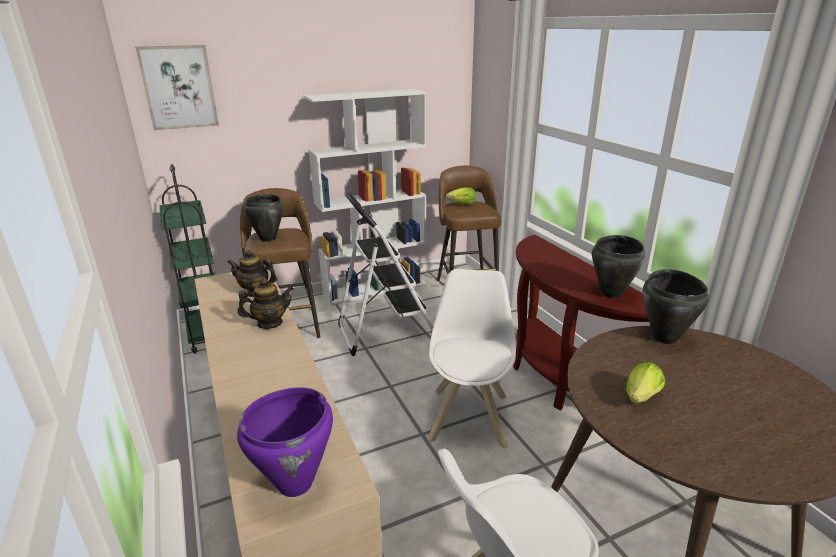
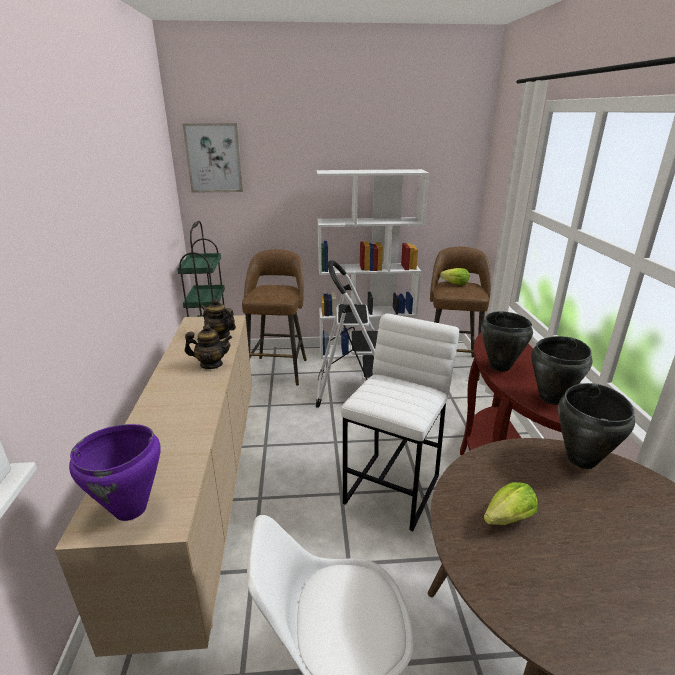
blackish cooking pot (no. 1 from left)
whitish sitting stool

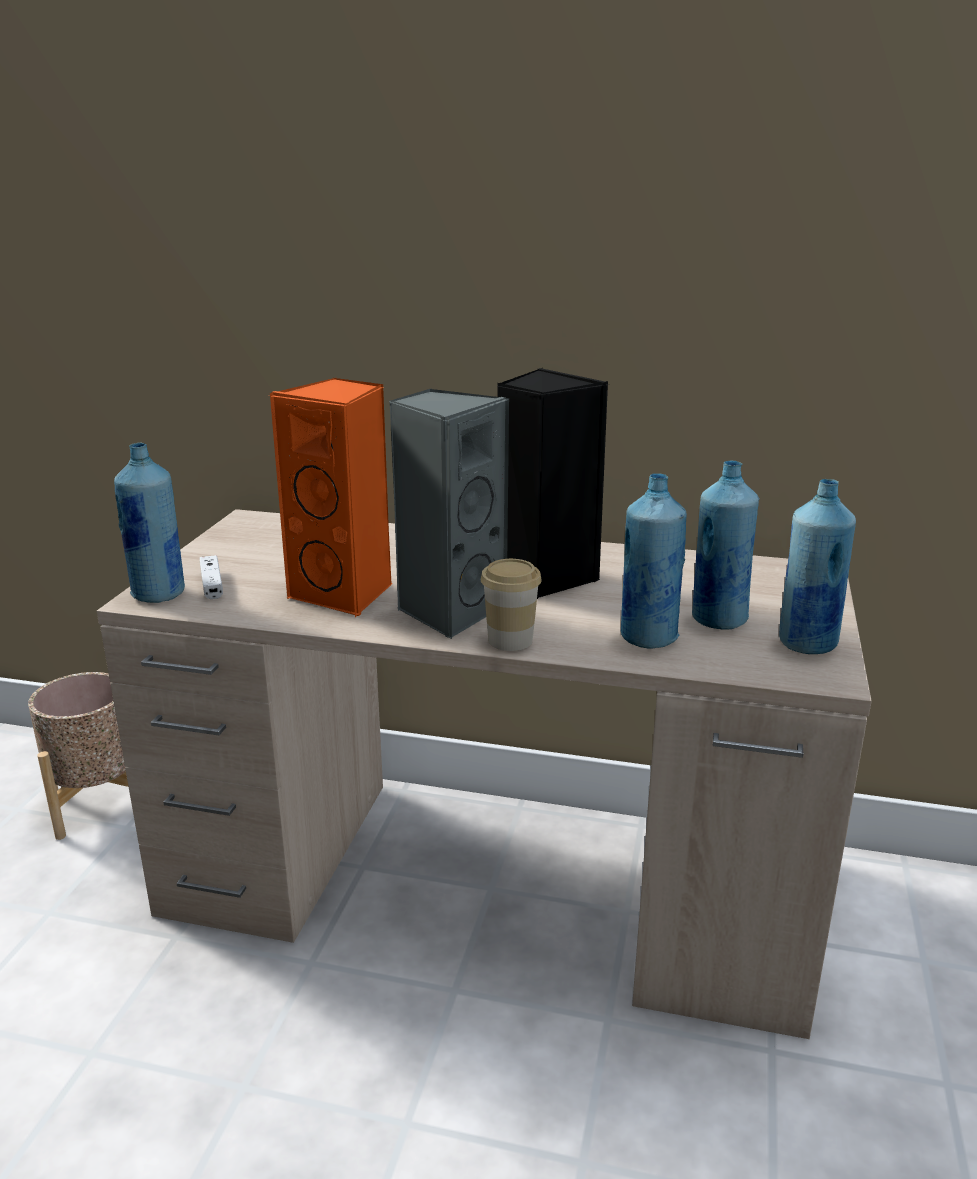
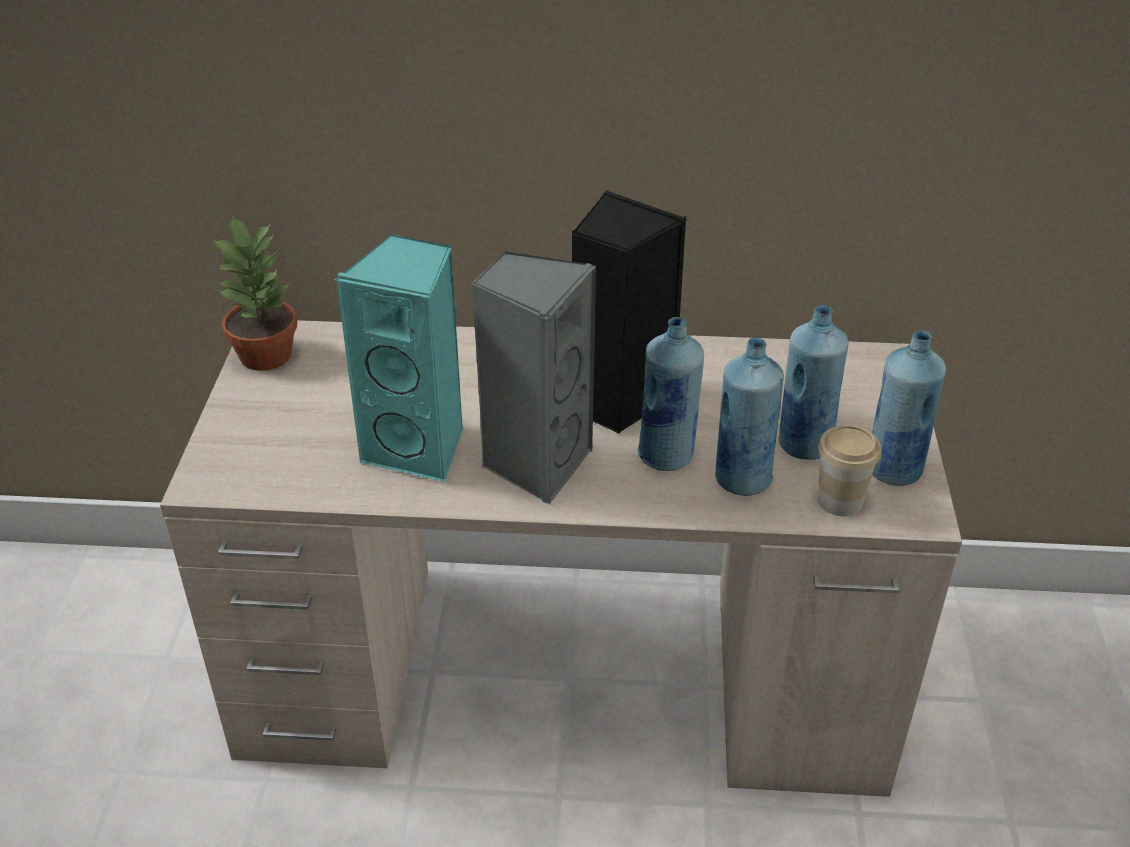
sand-coloured flower pot
whitish gamepad
plant in a pot
blue-coloured drink bottle (no. 1 from left)
small cup
blue-green loudspeaker

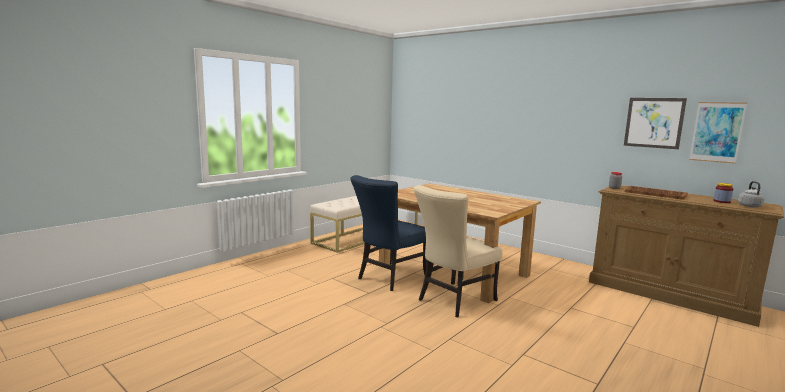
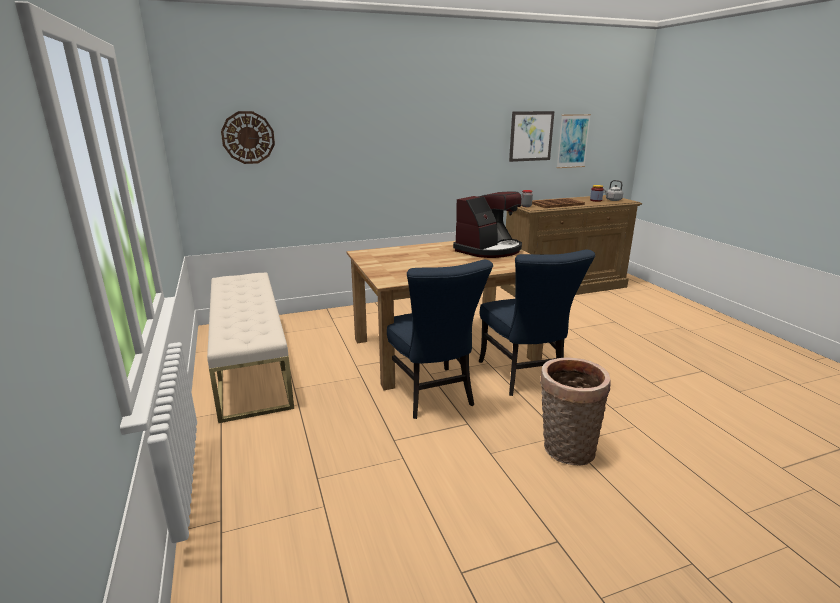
hanging clock
coffee maker
household basket
blue-coloured chair (no. 2 from left)

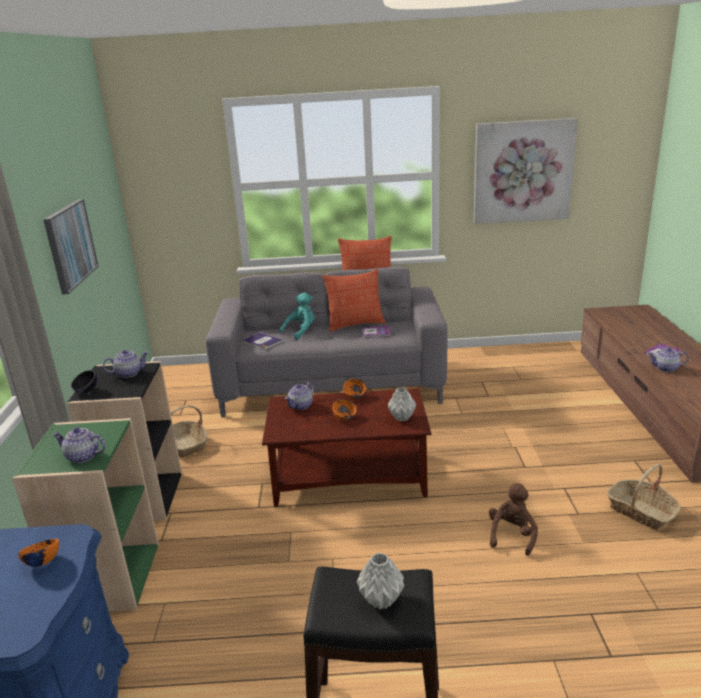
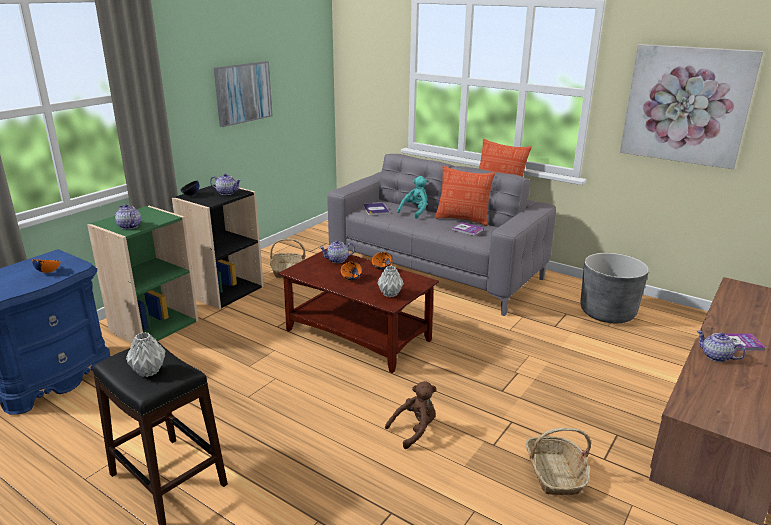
greyish flower pot
blue-green soft toy

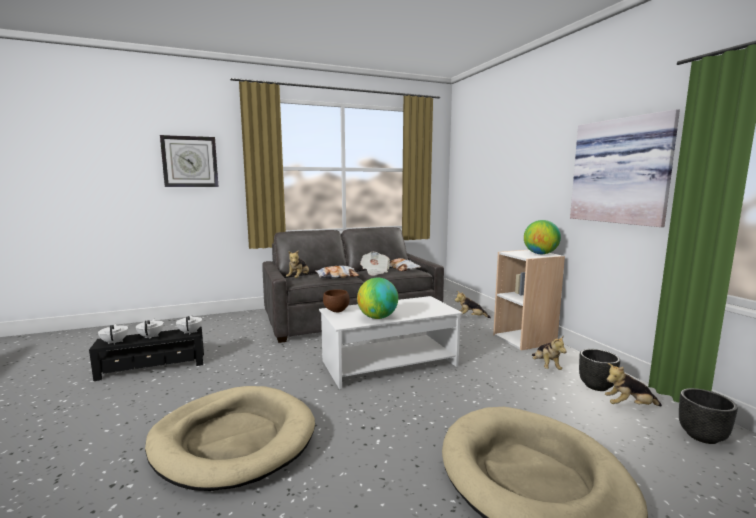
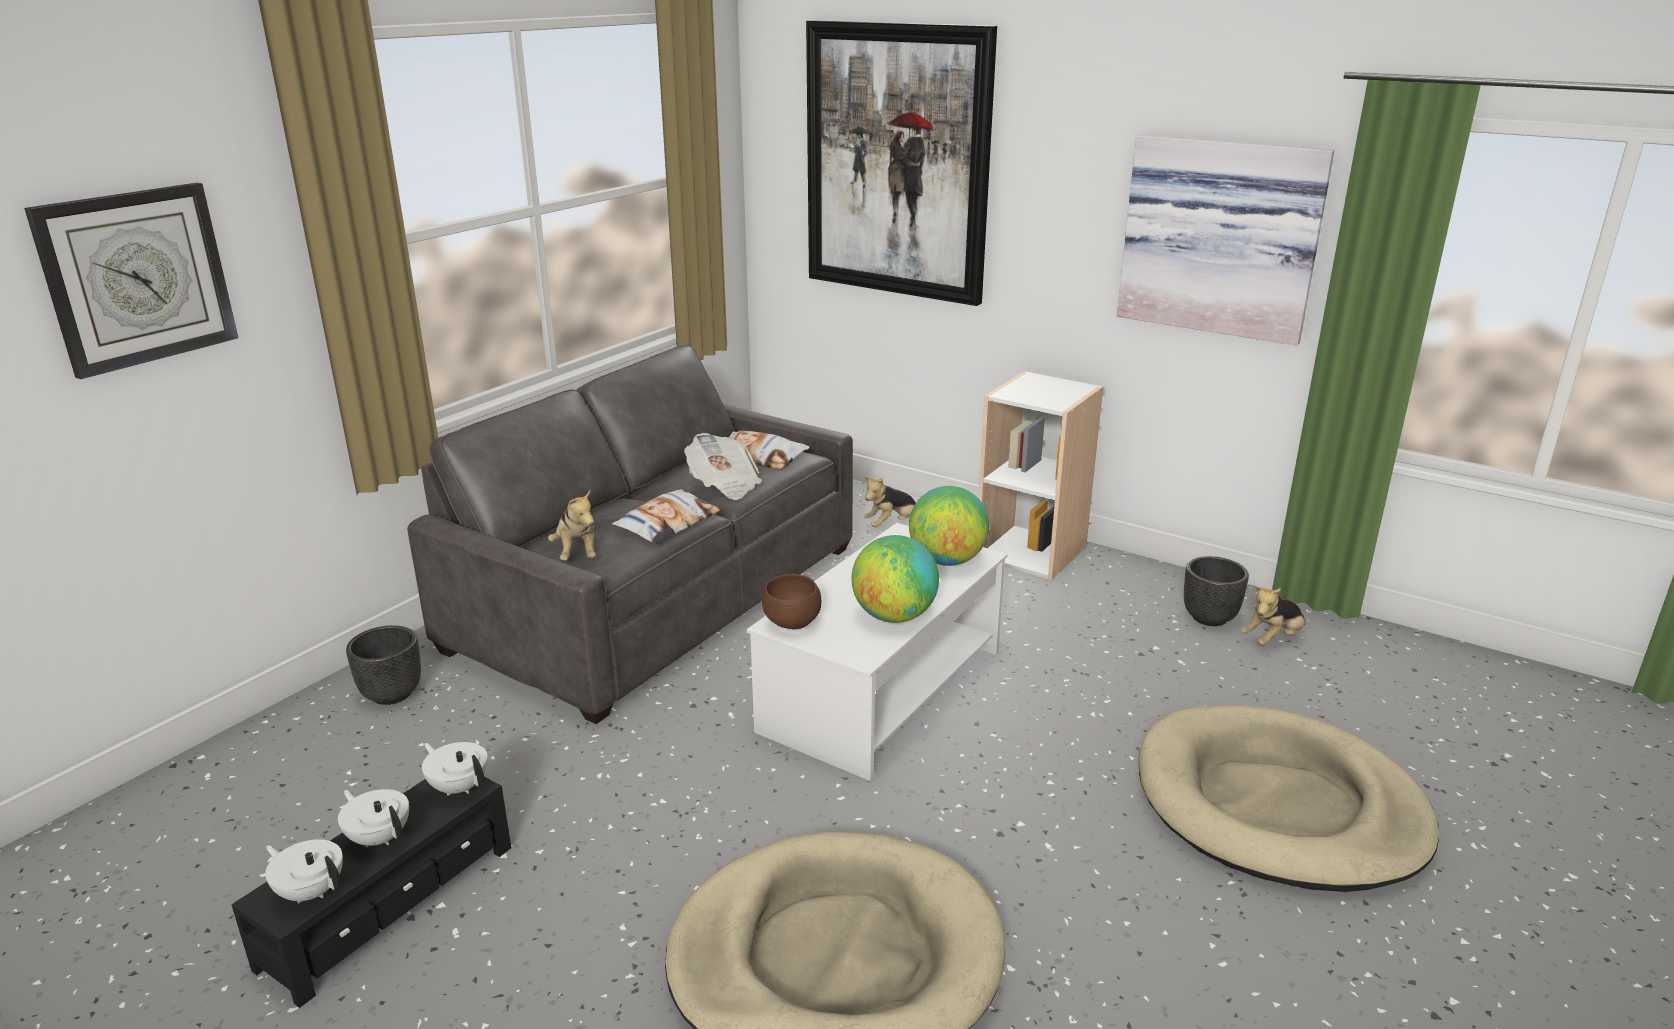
soft toy (no. 3 from left in the first image)
wall picture (no. 1 from left)
globe (no. 2 from left)
blackish flower pot (no. 1 from left)

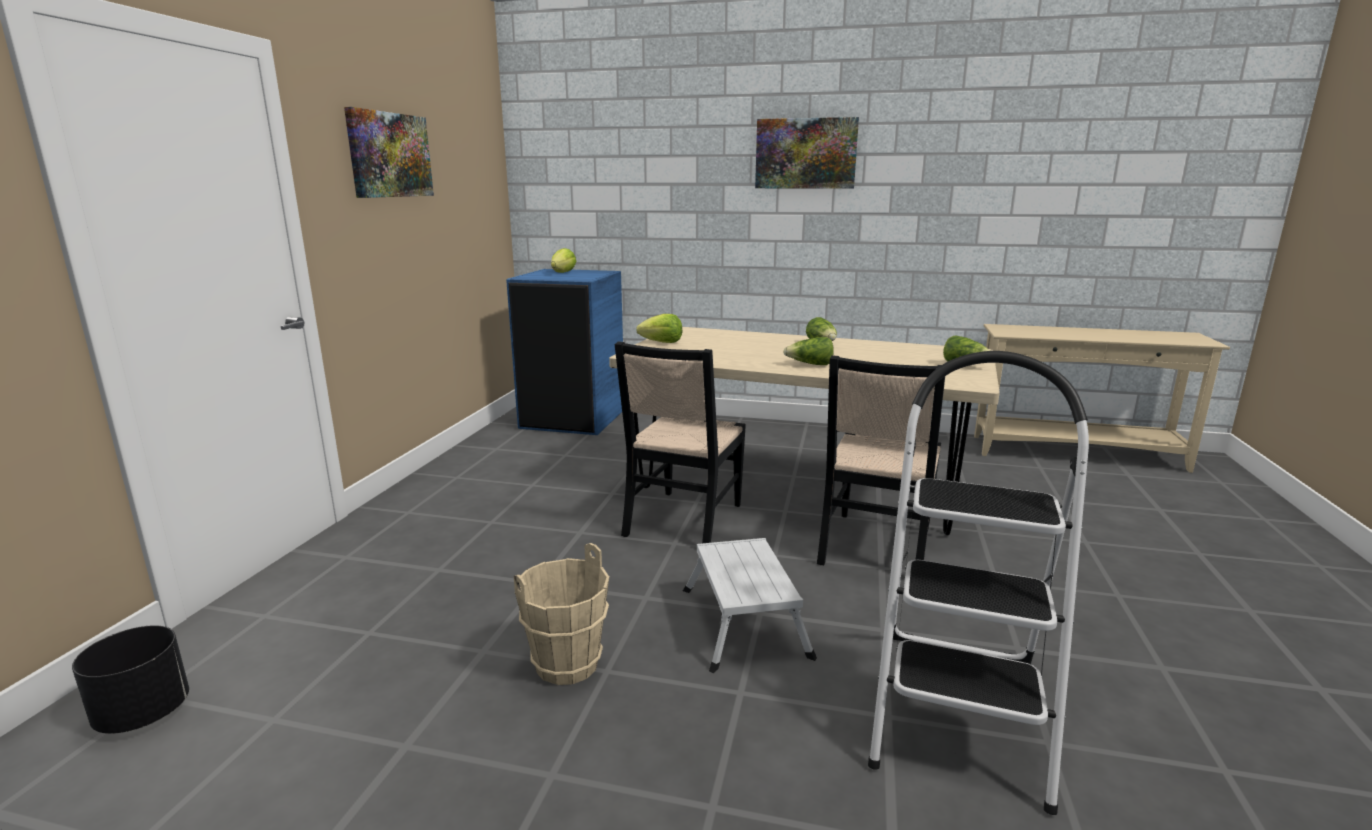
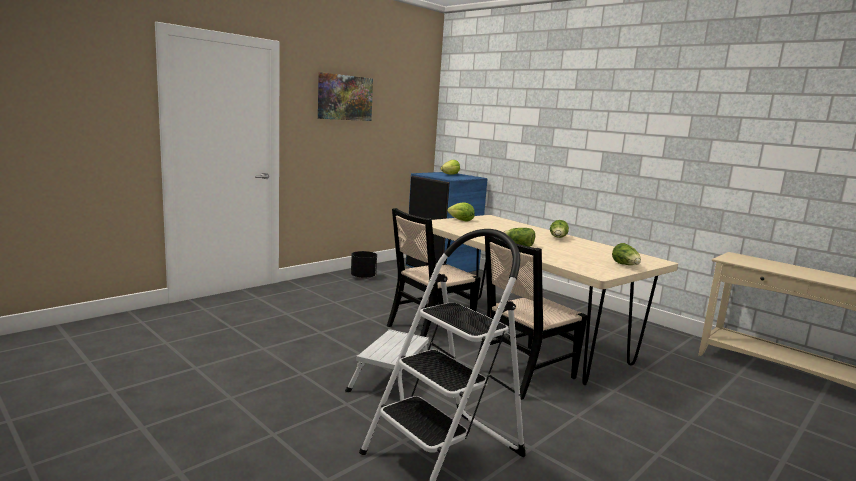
sand-coloured bucket
wall picture (no. 2 from left in the first image)
blackish flower pot

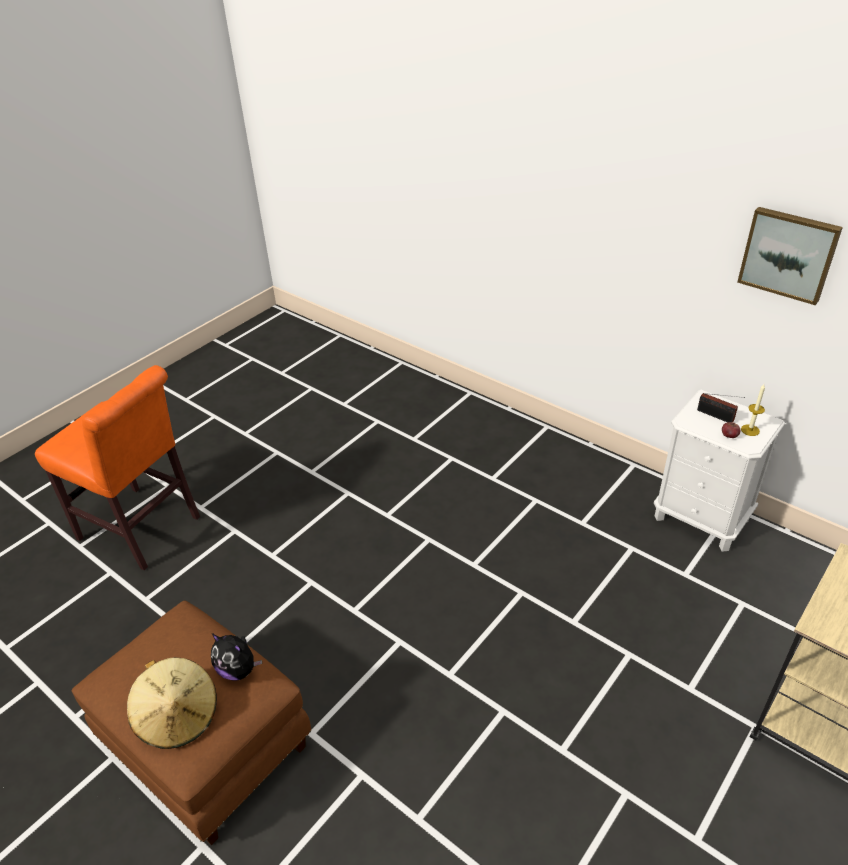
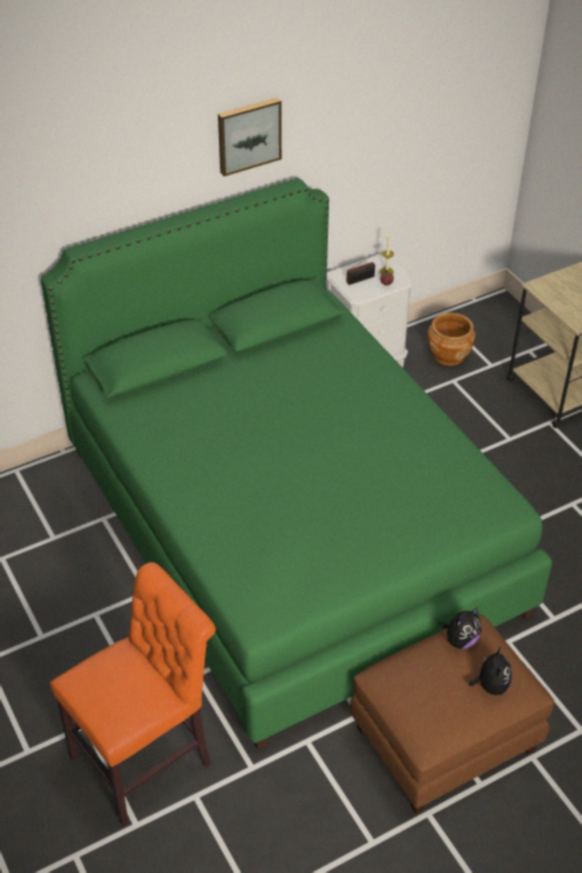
green-coloured bedroom bed
brownish flower pot
wall picture
soft toy (no. 2 from left)

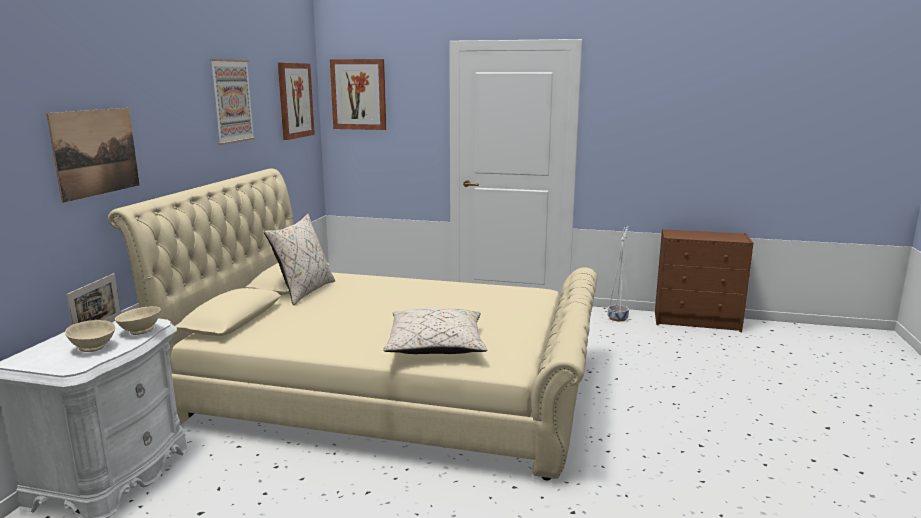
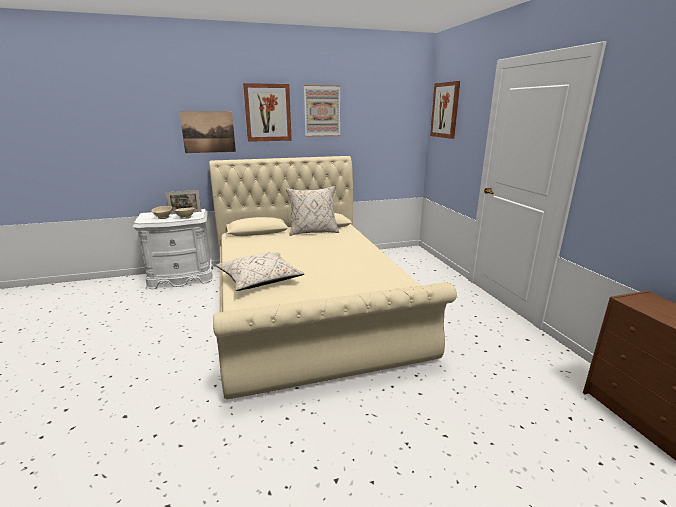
whitish flower pot
wall picture (no. 2 from left)

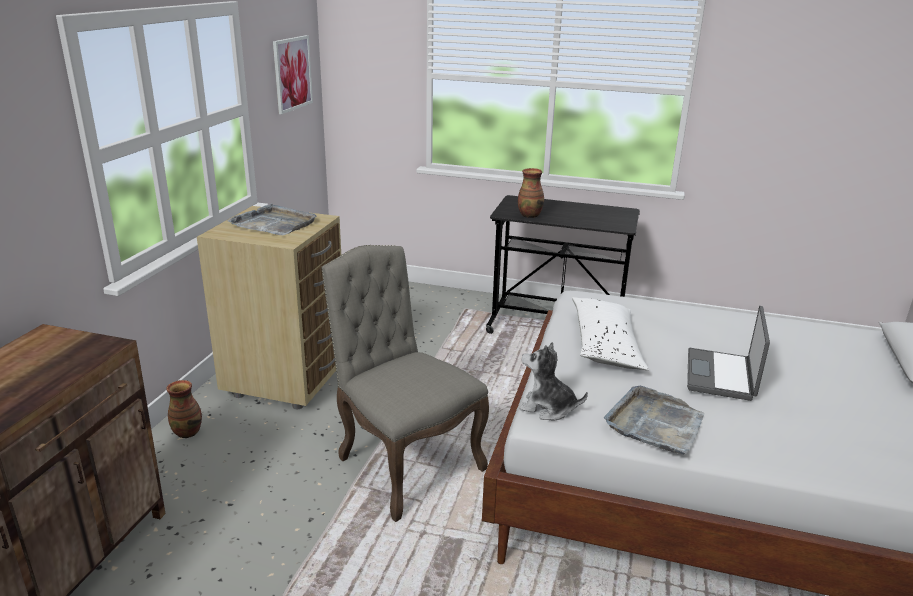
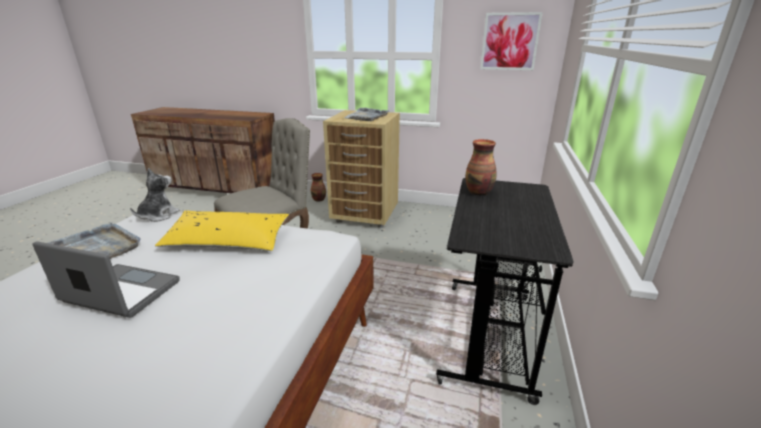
yellow-coloured throw pillow

